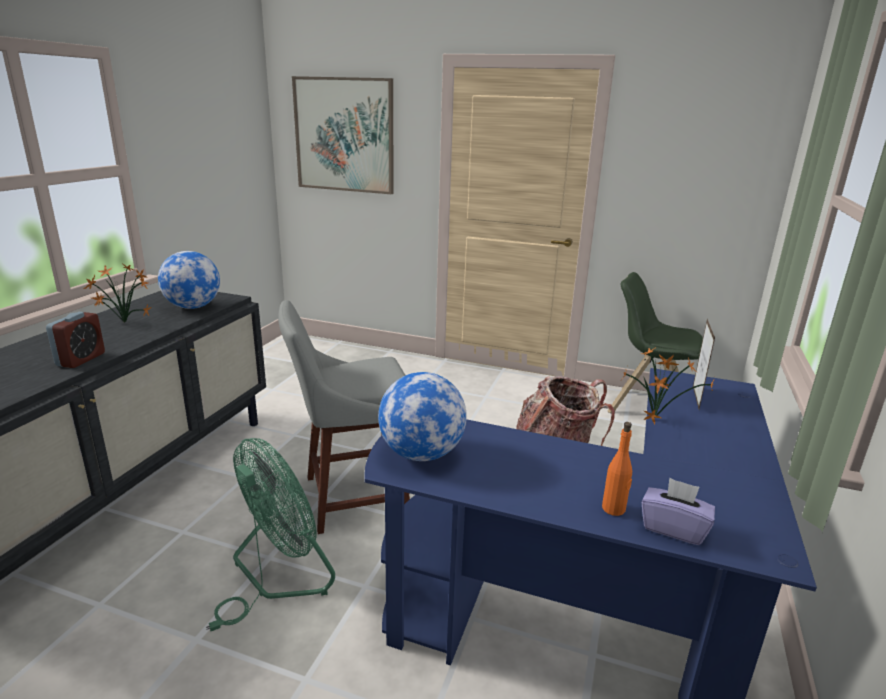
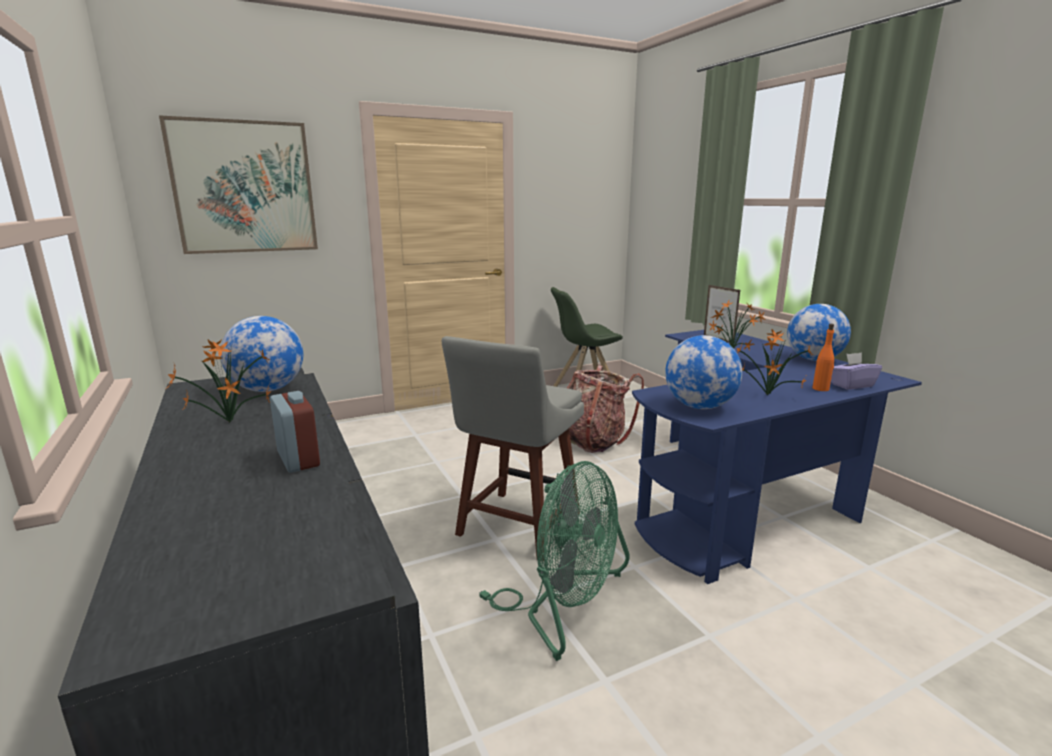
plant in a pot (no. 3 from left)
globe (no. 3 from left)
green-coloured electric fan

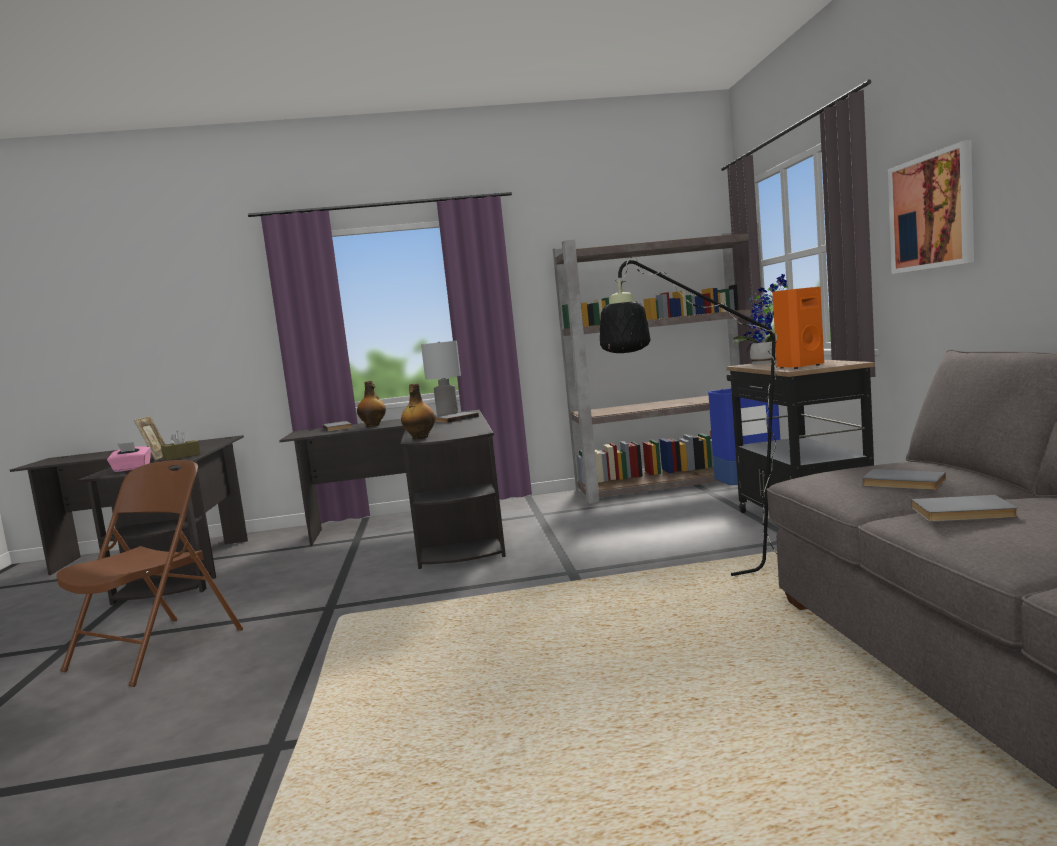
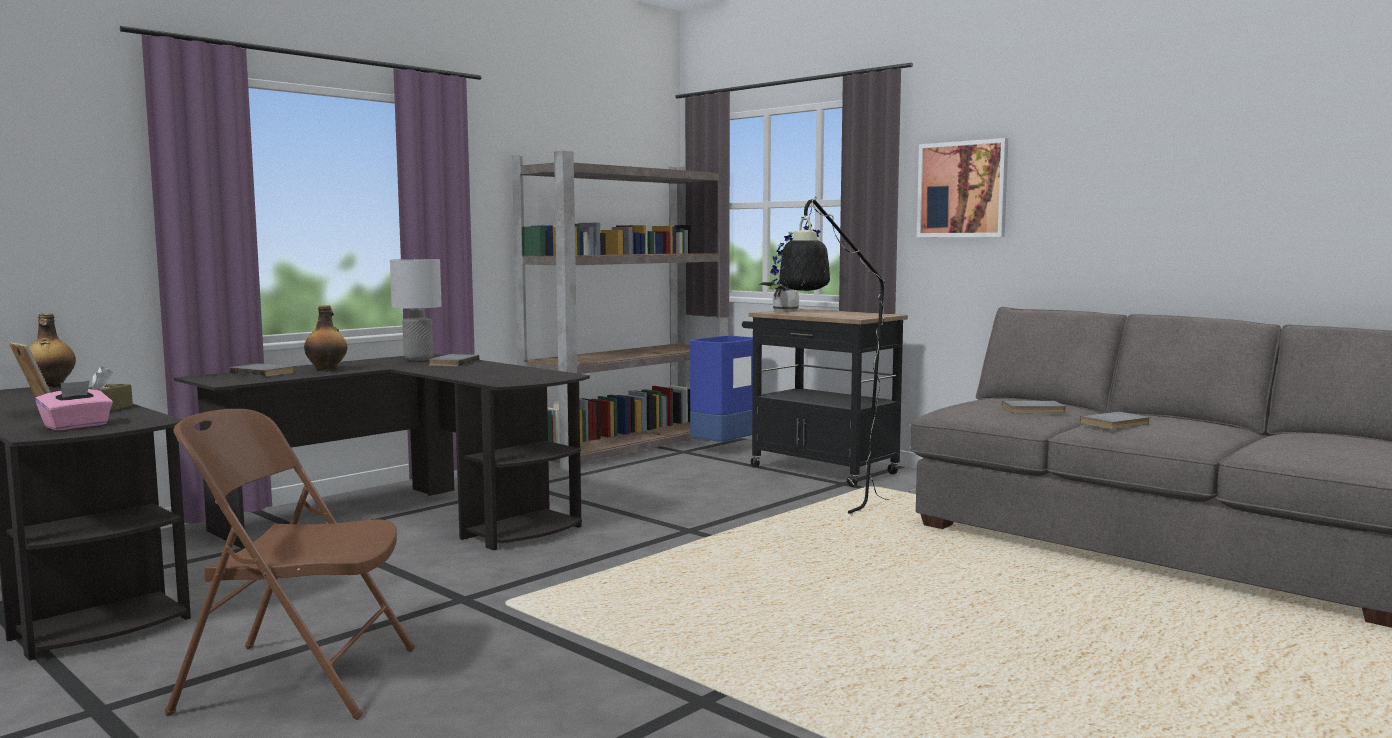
orangey loudspeaker
drink bottle (no. 1 from left)
brownish chair

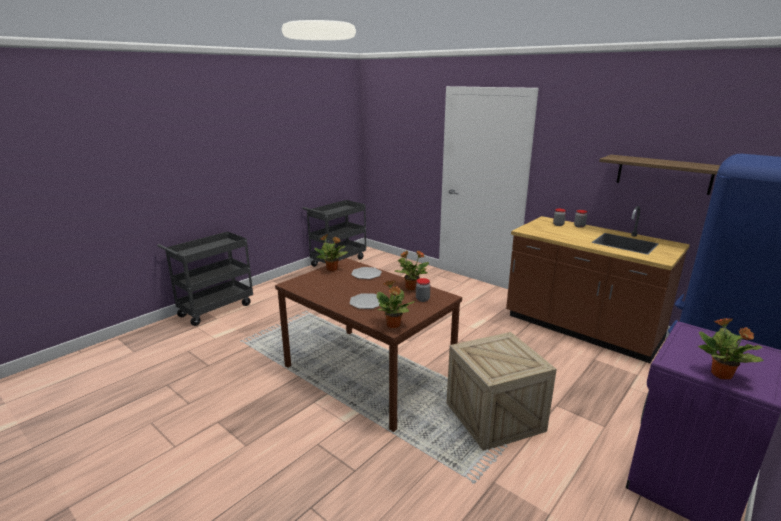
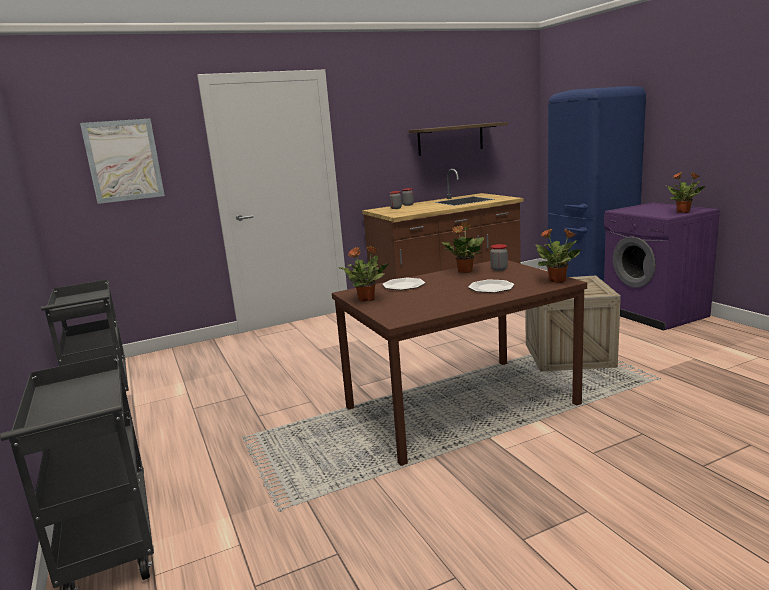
wall picture

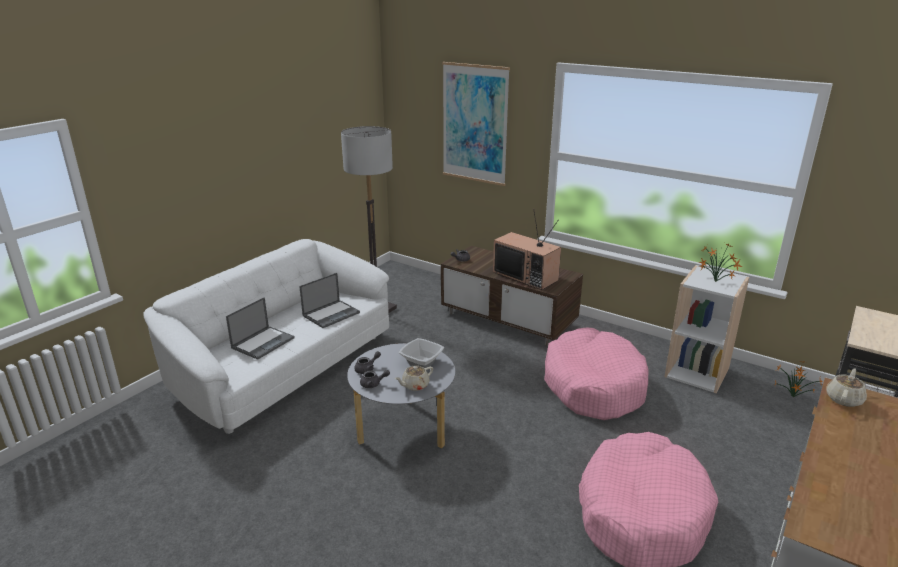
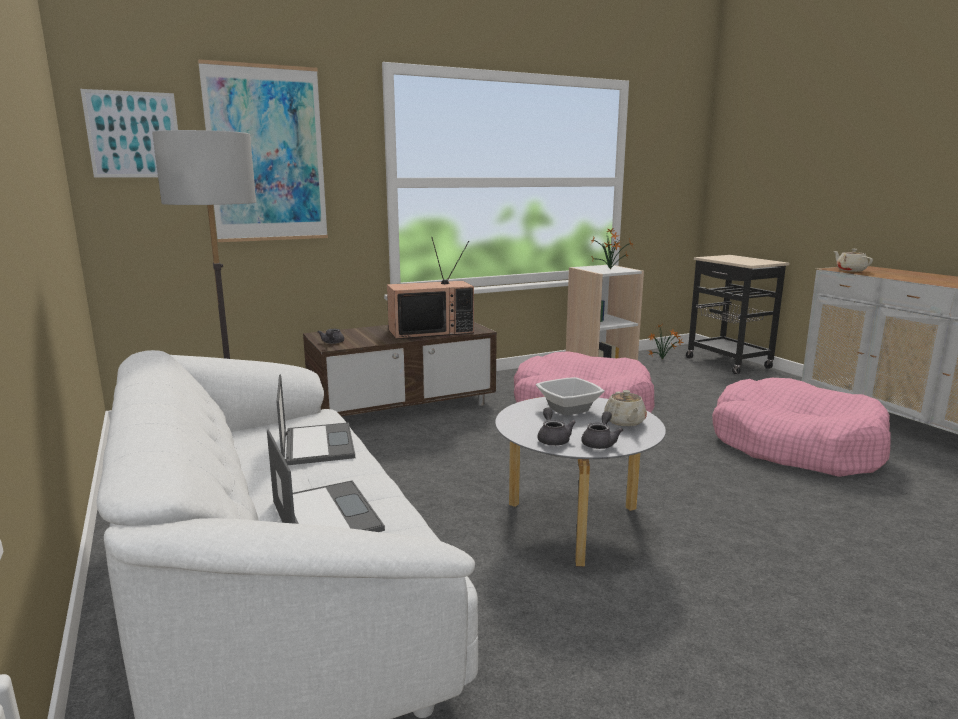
wall picture (no. 1 from left)

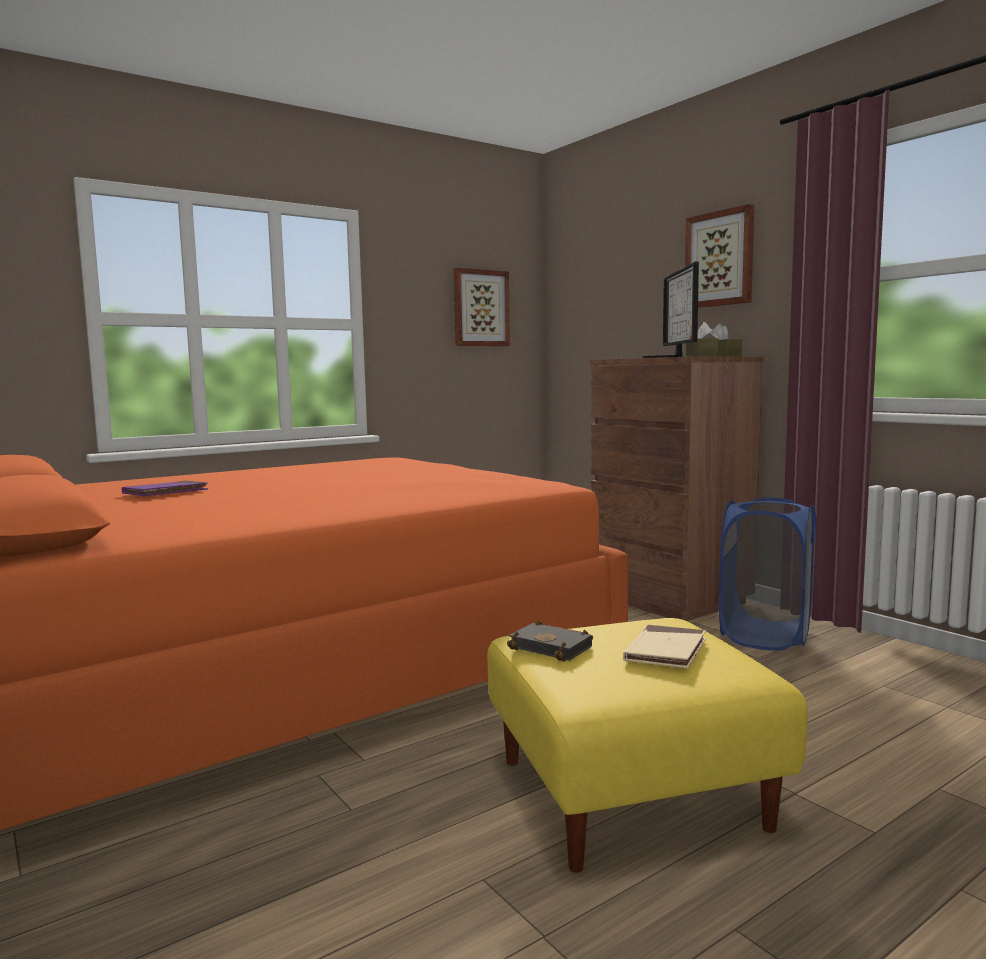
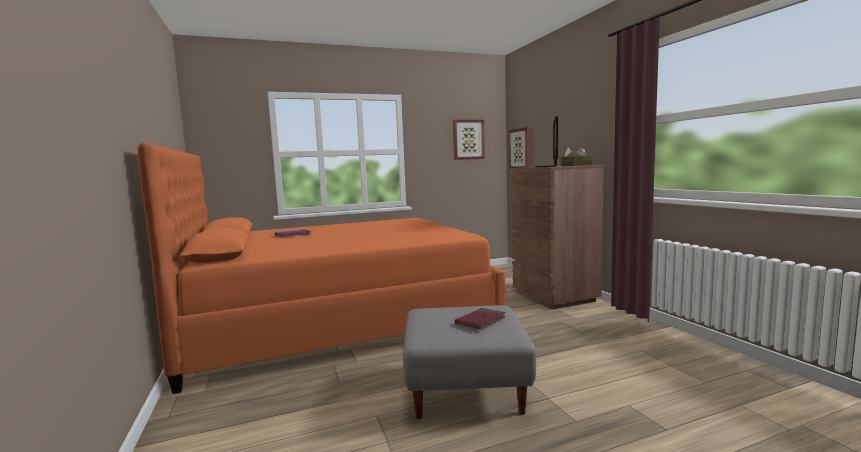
blackish bound book
blue-coloured washing basket
wall picture (no. 2 from left)
greyish pouffe
red-coloured bound book

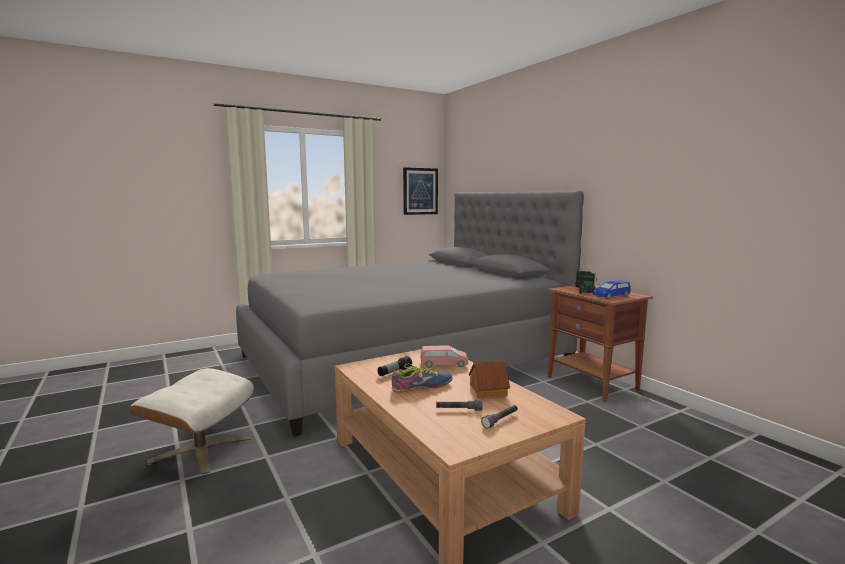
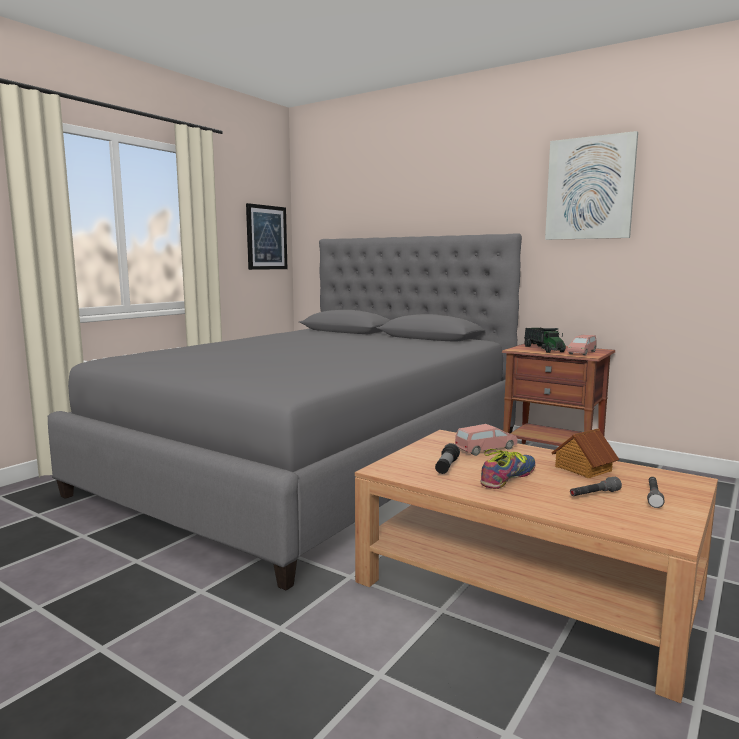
sand-coloured pouffe
wall picture (no. 2 from left)
pinkish miniature car (no. 2 from left)

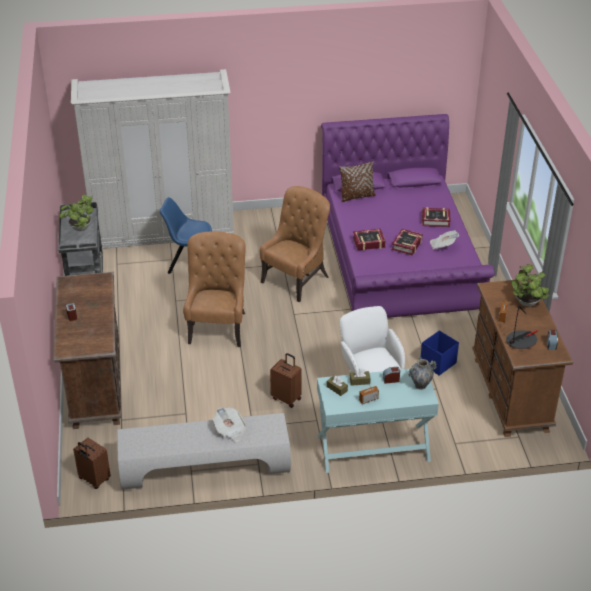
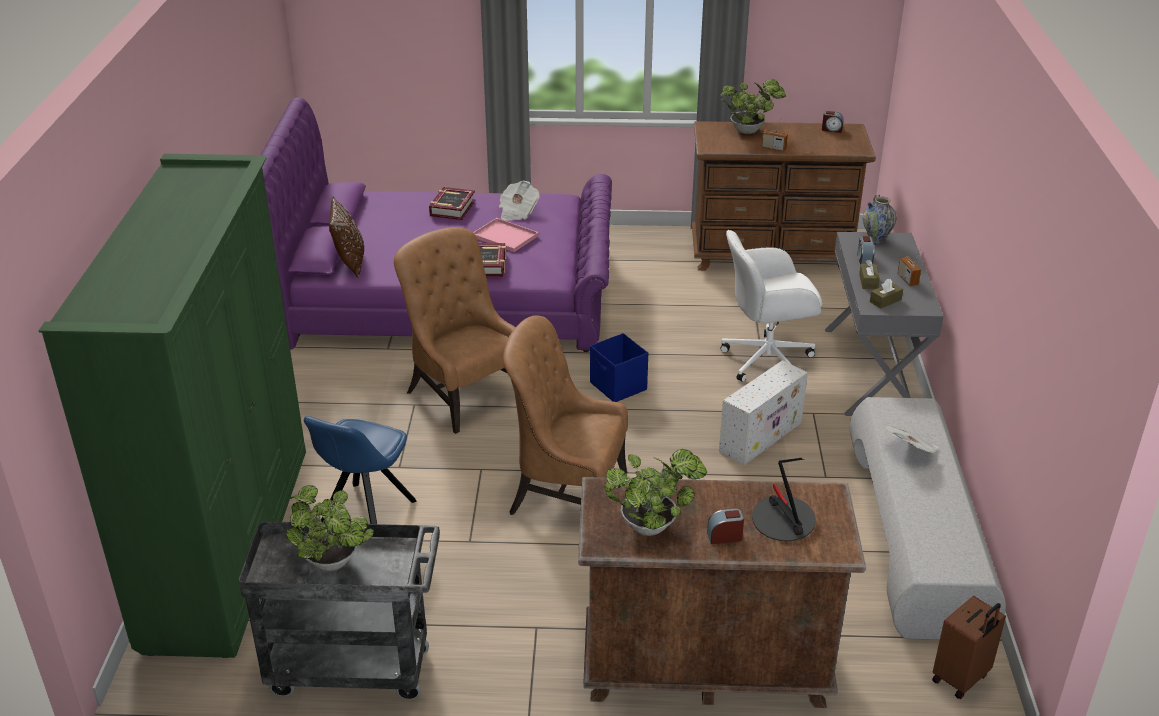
plant in a pot (no. 2 from left)
blue-coloured storage bin
table lamp
whitish storage bin
pinkish tray
green-coloured clothes cupboard
greyish desk

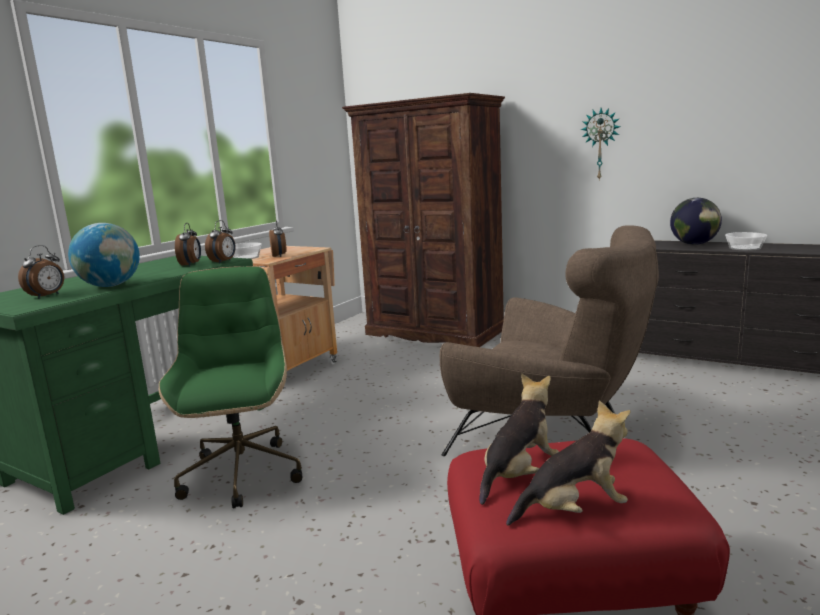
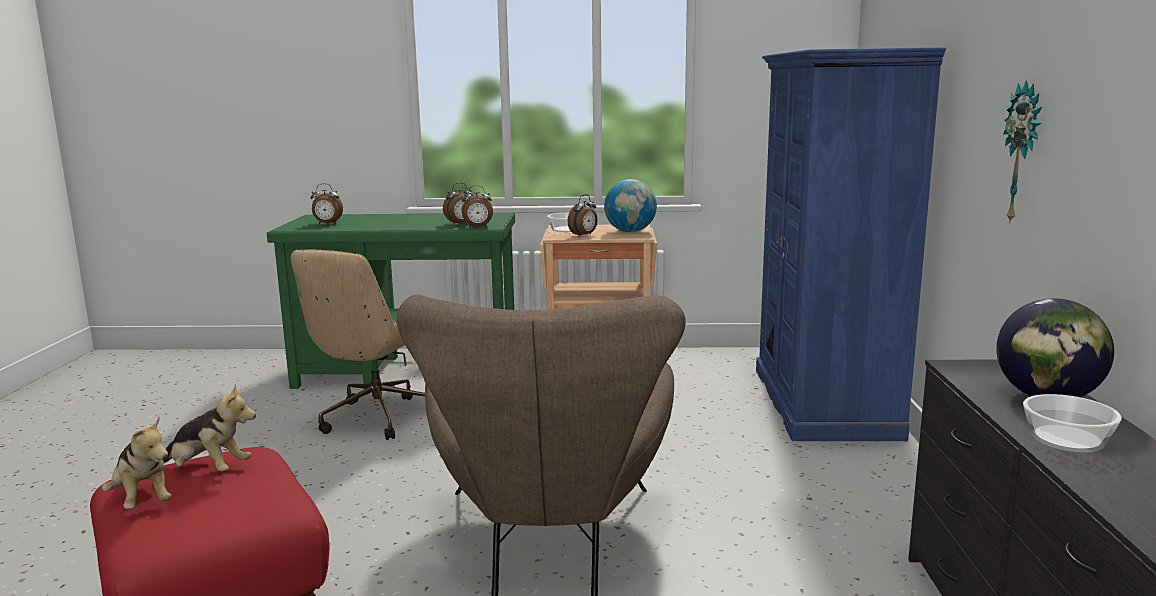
globe (no. 1 from left)
blue-coloured clothes cupboard
green-coloured desk chair

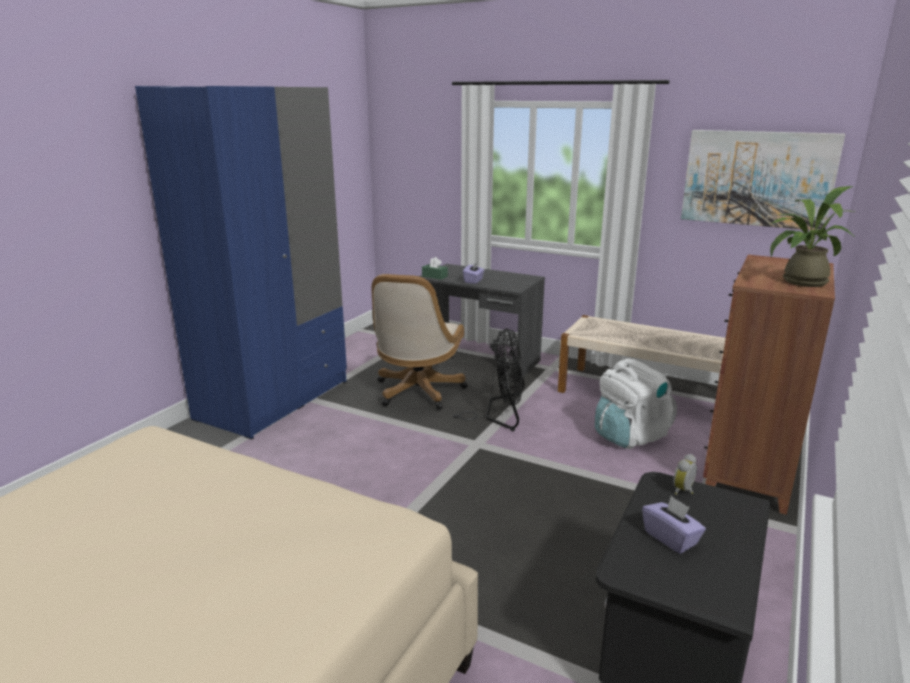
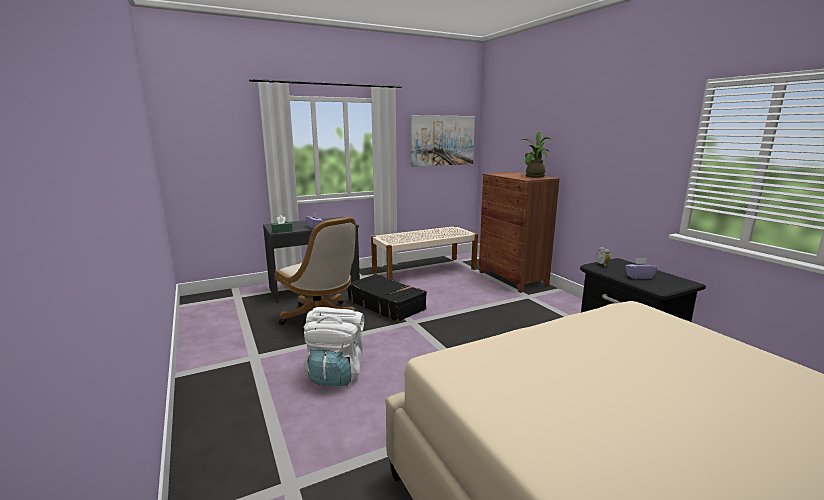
blue-coloured clothes cupboard
whitish rucksack
blackish piece of luggage

